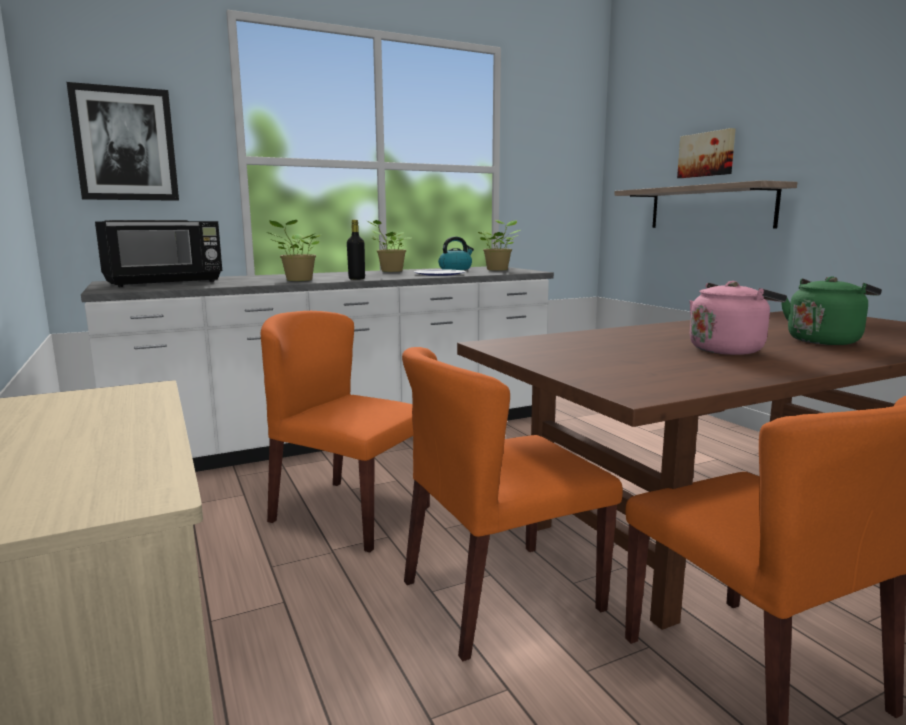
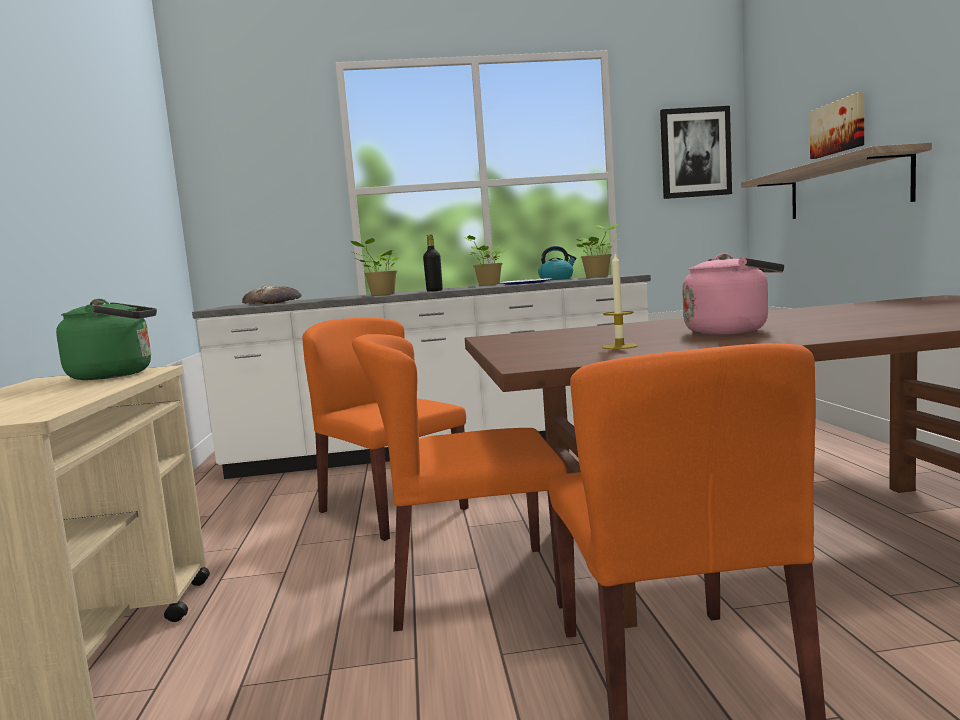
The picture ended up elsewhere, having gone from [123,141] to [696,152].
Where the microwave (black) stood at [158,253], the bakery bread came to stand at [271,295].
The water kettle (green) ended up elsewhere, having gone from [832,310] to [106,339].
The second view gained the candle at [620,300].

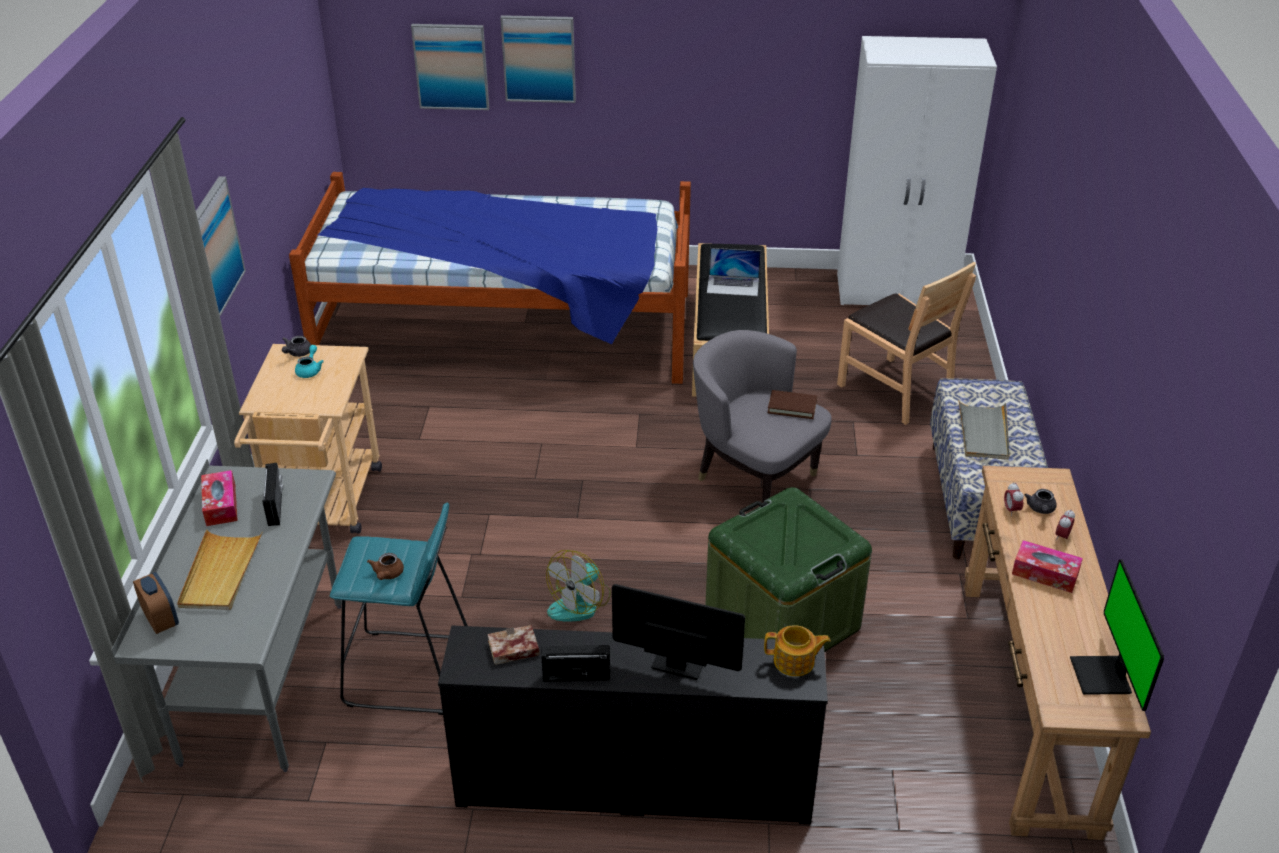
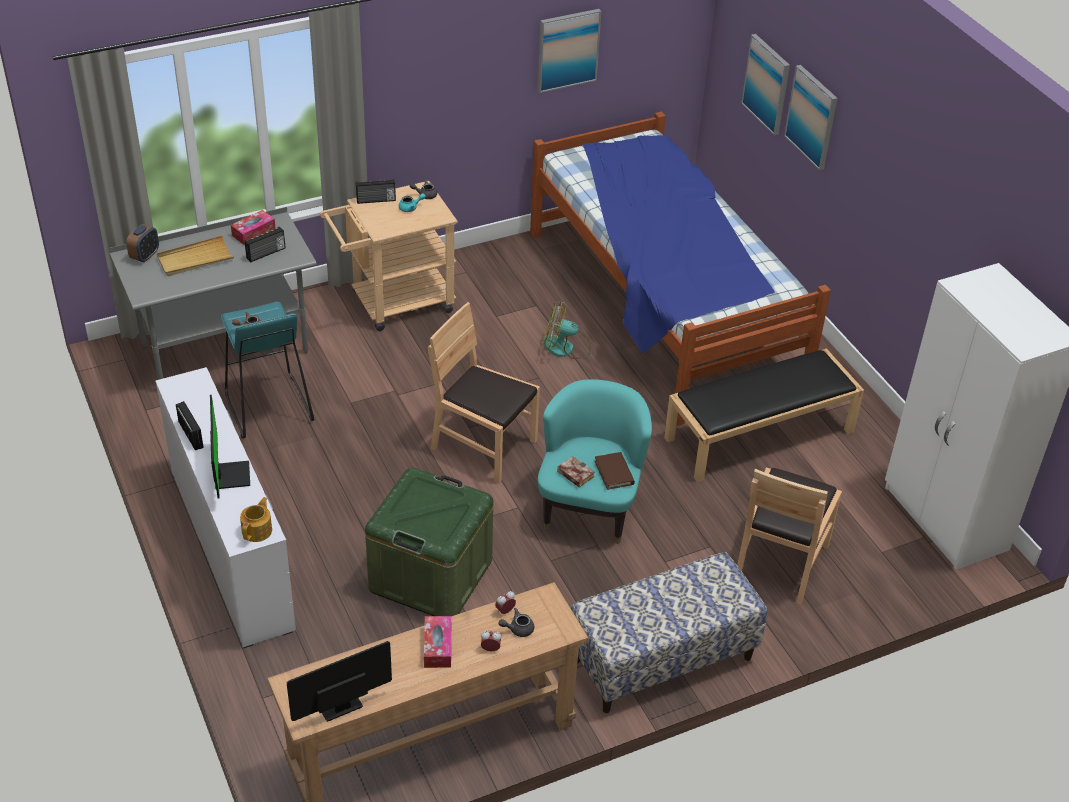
The picture ended up elsewhere, having gone from [221,246] to [569,51].
The second view lost the portable computer at [734,272].
What was the lounge chair (grey) at [762,416] turned into the lounge chair (turquoise) at [595,461].
The second view lost the serving tray (grey) at [984,429].
The cooling fan ended up elsewhere, having gone from [578,586] to [567,330].
What was the drawer chest (black) at [633,724] turned into the drawer chest (white-coloured) at [225,508].
The bound book ended up elsewhere, having gone from [513,645] to [576,471].
The pot for tea at [797,650] ended up facing another way, 135 degrees counterclockwise from before.
The second view gained the radio receiver at [376,191].
The second view gained the upright chair (brown-coloured) at [484,392].

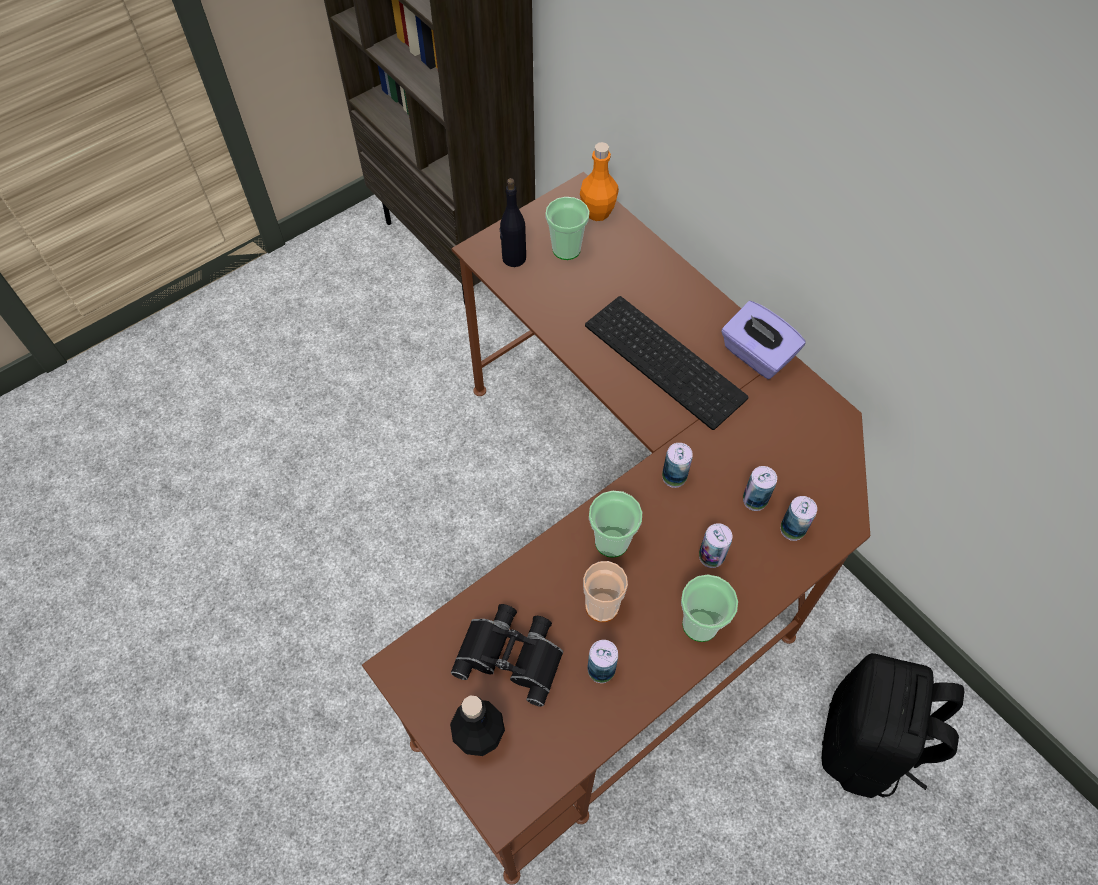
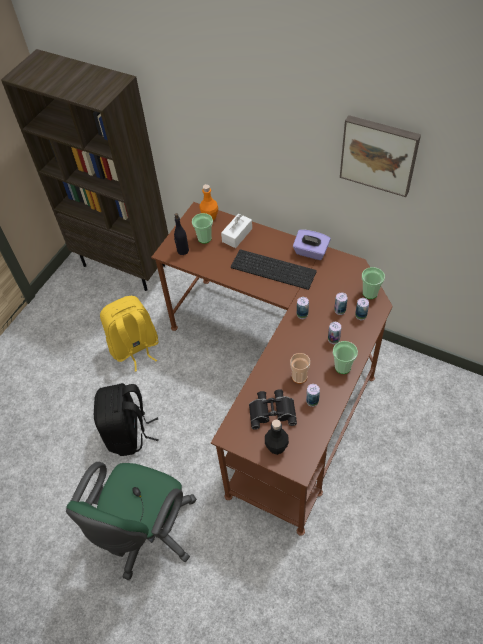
The cup ended up elsewhere, having gone from [615,524] to [373,283].
The backpack (black) ended up elsewhere, having gone from [893,725] to [126,419].
The second view gained the picture at [380,156].
The second view gained the tissue holder (white-coloured) at [236,231].
The second view gained the backpack (yellowish) at [129,334].
The second view gained the computer chair (green) at [131,521].

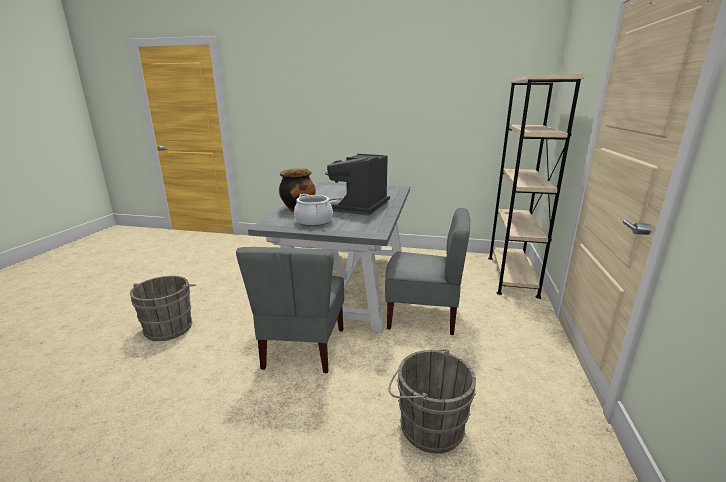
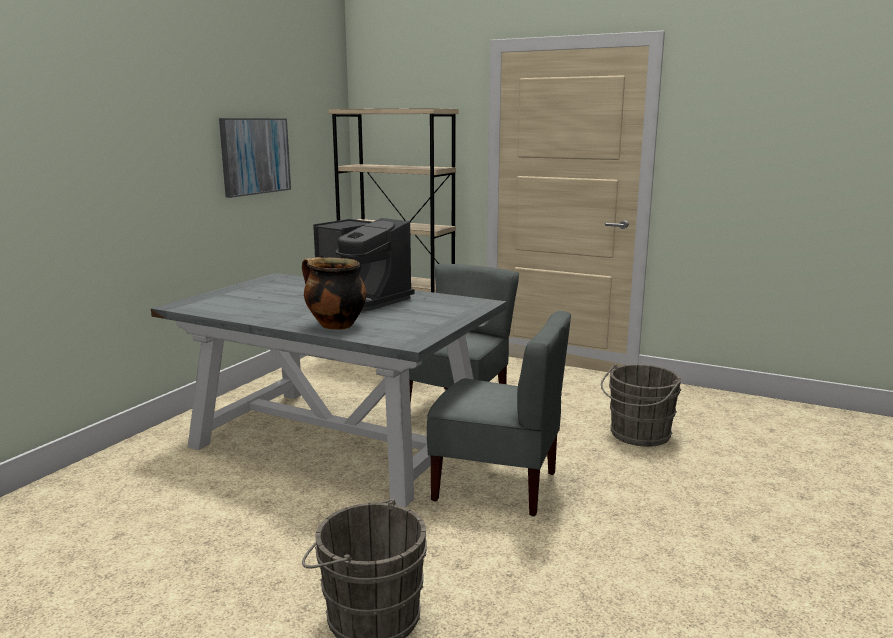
The second view lost the stockpot at [313,210].
The second view gained the picture at [255,158].

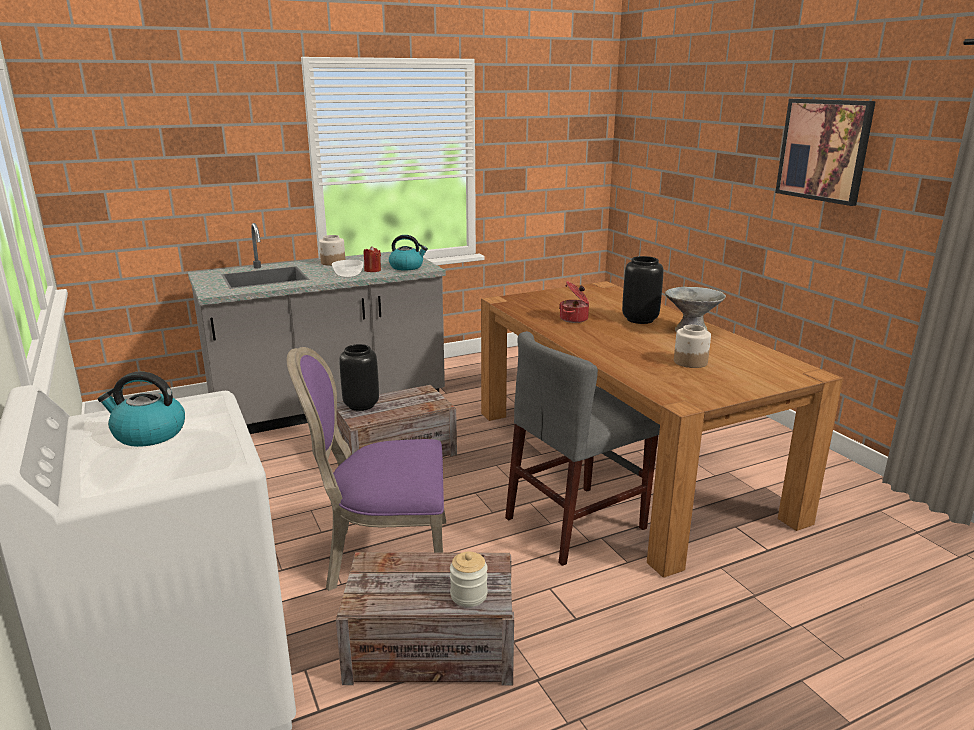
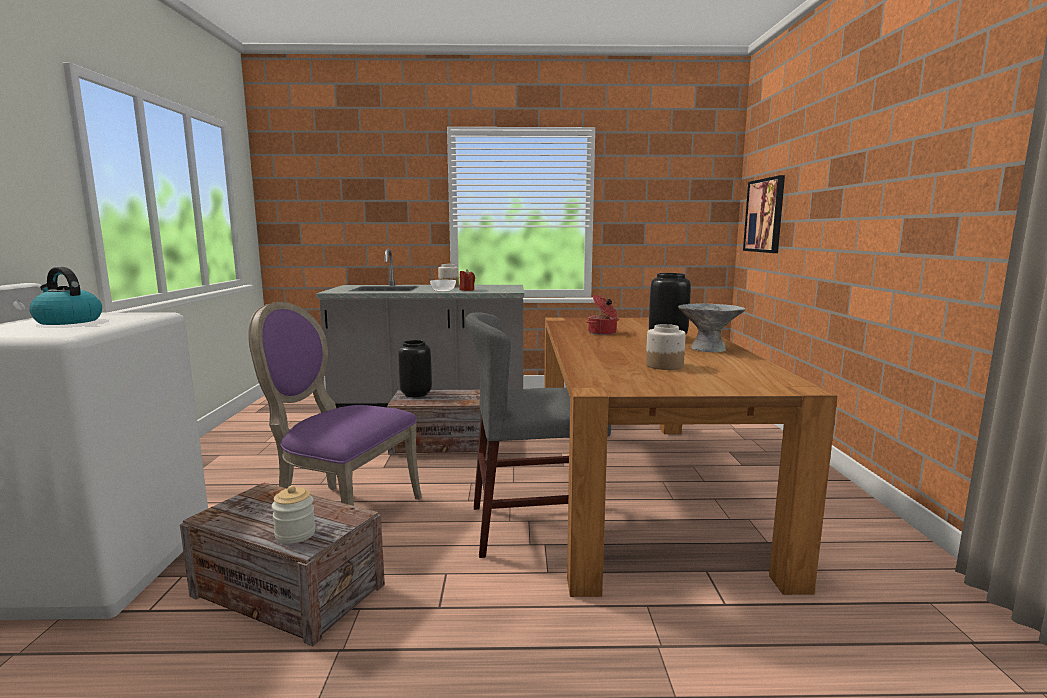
The picture ended up elsewhere, having gone from [825,152] to [764,214].
The second view lost the water kettle at [408,253].

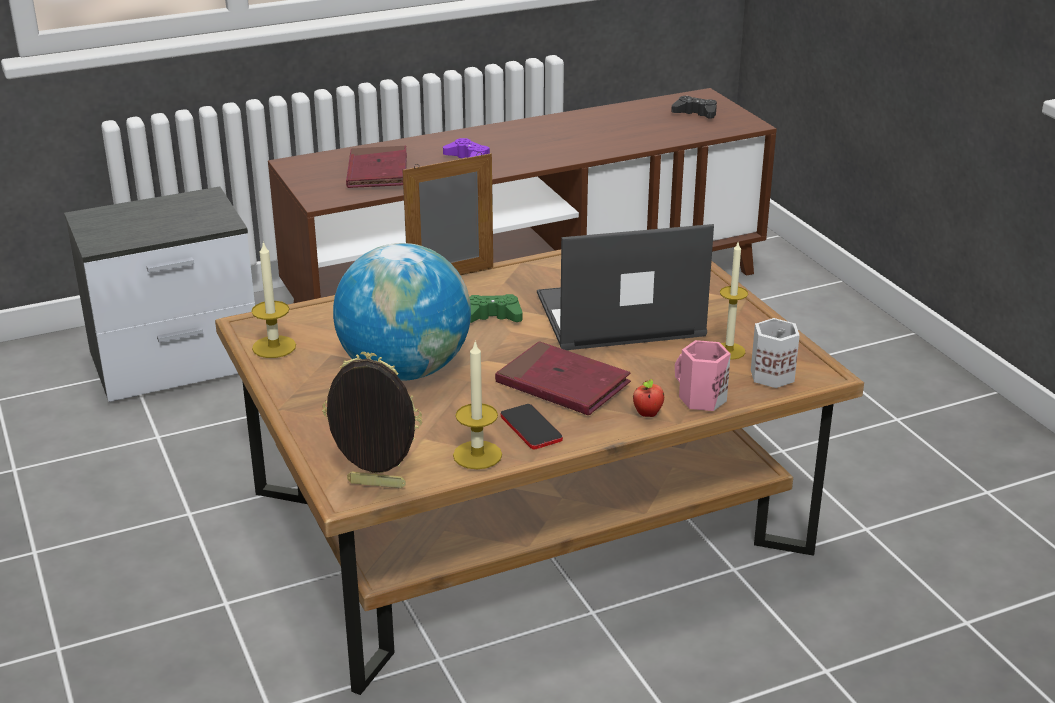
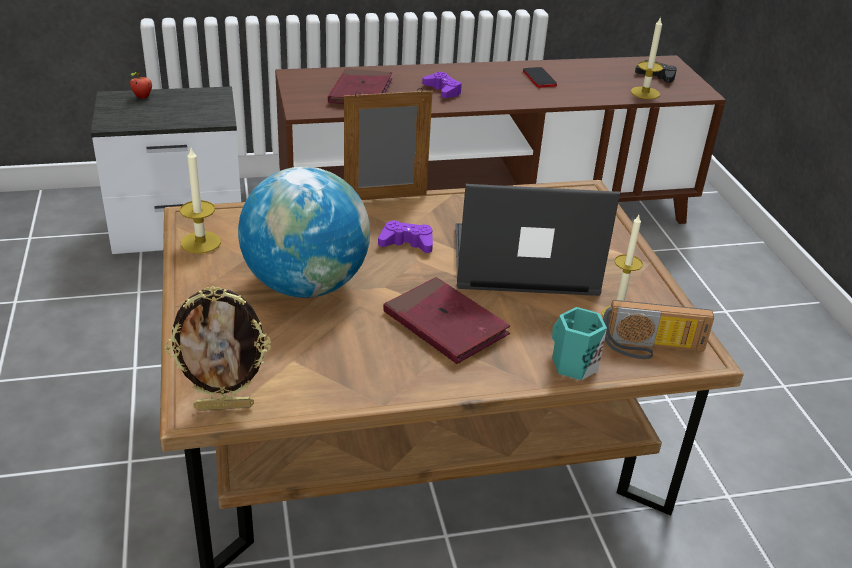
What was the gamepad (green) at [496,308] turned into the gamepad (purple) at [405,236].
Where the tea mug (white-coloured) stood at [775,353], the radio receiver came to stand at [658,329].
The candle ended up elsewhere, having gone from [477,404] to [647,58].
What was the tea mug (pinkish) at [703,375] turned into the tea mug (turquoise) at [579,343].
The standing frame at [372,420] ended up facing another way, 150 degrees clockwise from before.
The apple fruit ended up elsewhere, having gone from [648,398] to [141,85].
The handset ended up elsewhere, having gone from [532,427] to [540,77].

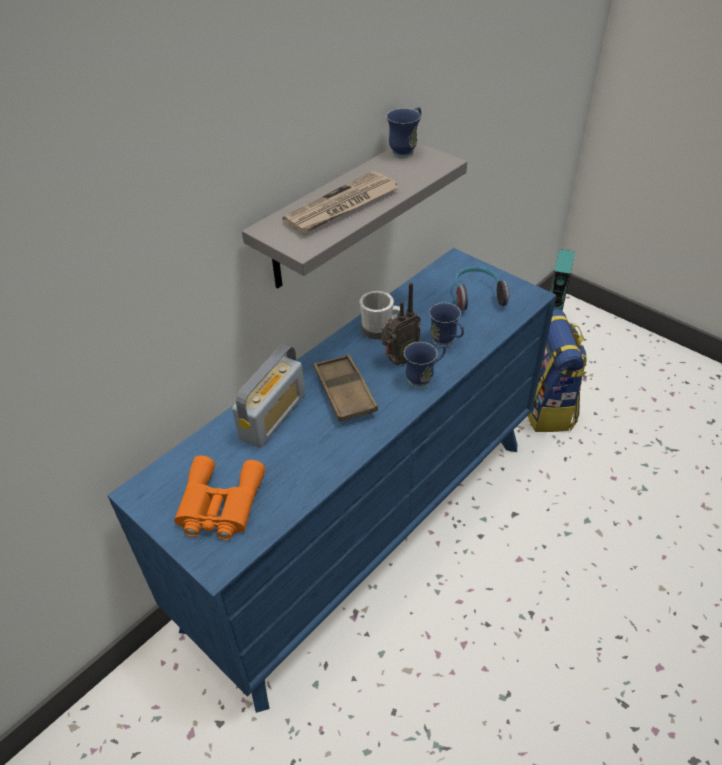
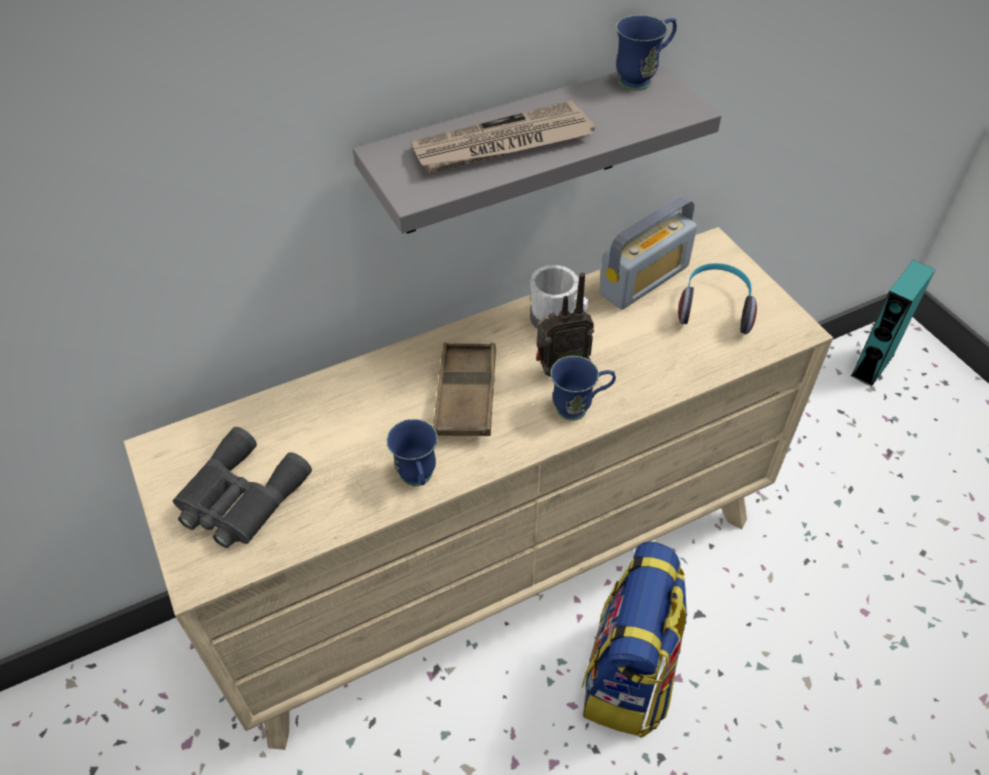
What was the drawer chest (blue) at [332,480] turned into the drawer chest (sand-coloured) at [478,488].
The tea mug (blue) ended up elsewhere, having gone from [446,325] to [412,452].
The backpack ended up elsewhere, having gone from [557,371] to [634,639].
The radio receiver ended up elsewhere, having gone from [268,396] to [648,252].
What was the field glasses (orange) at [219,498] turned into the field glasses (grey) at [242,487].

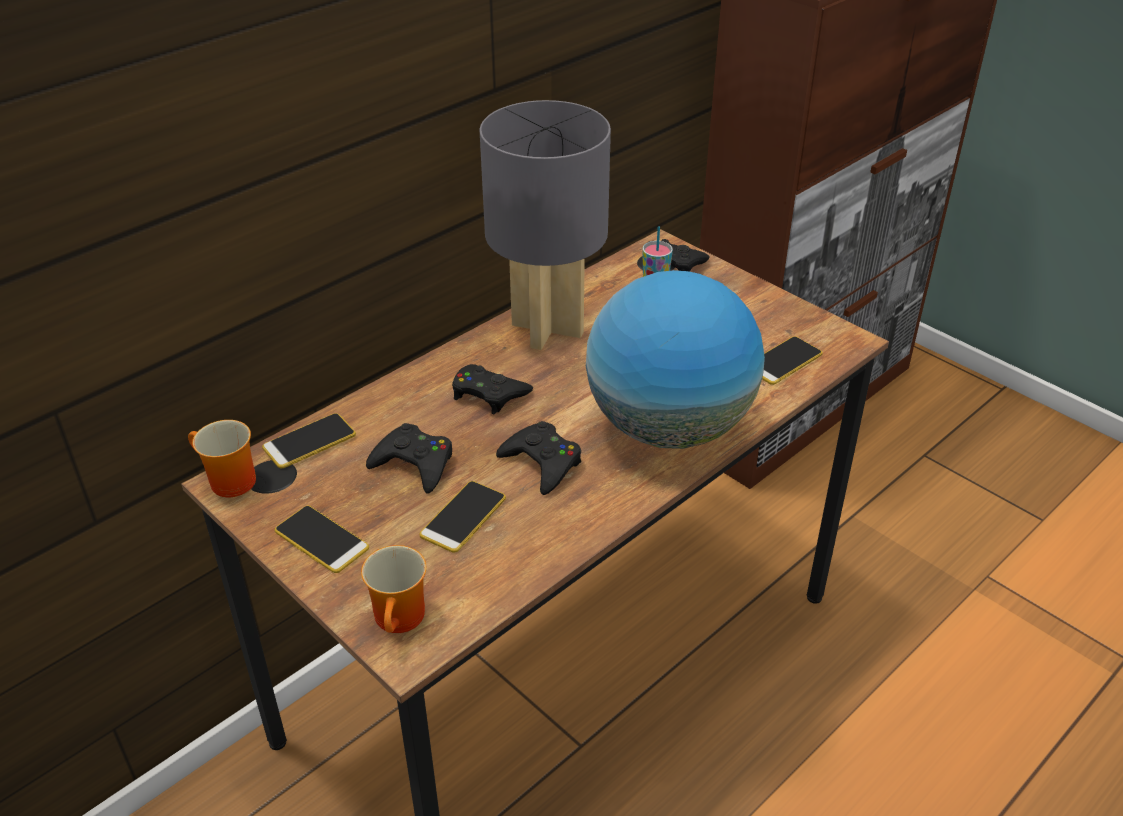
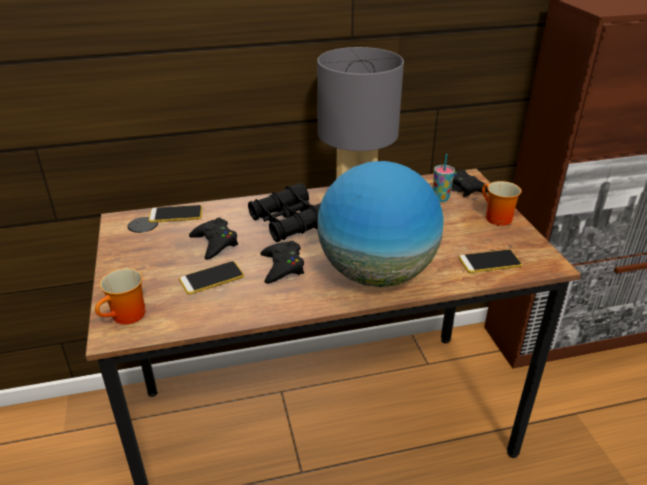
Where the gamepad (black) stood at [492,389], the field glasses (black) came to stand at [284,212].
The tea mug ended up elsewhere, having gone from [222,459] to [502,203].
The second view lost the handset at [322,539].

